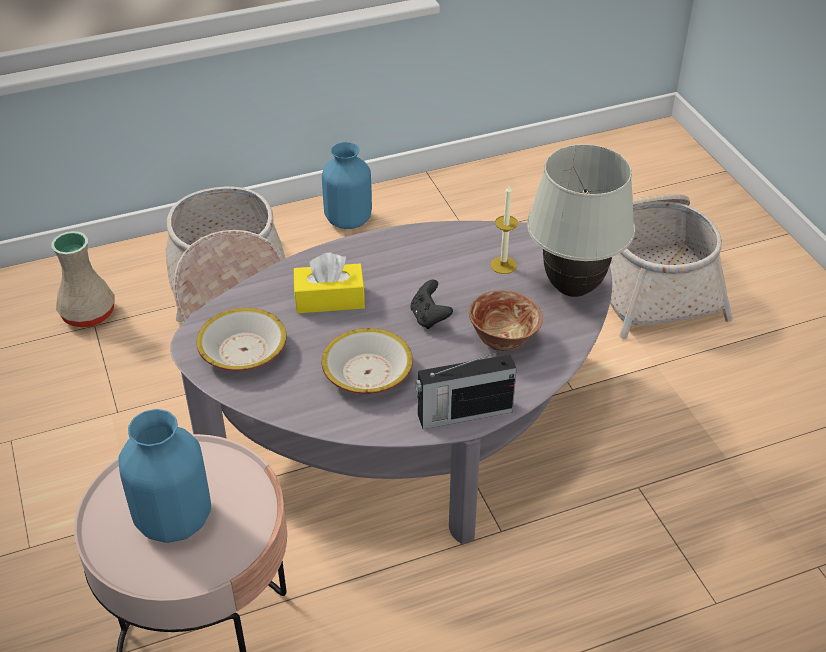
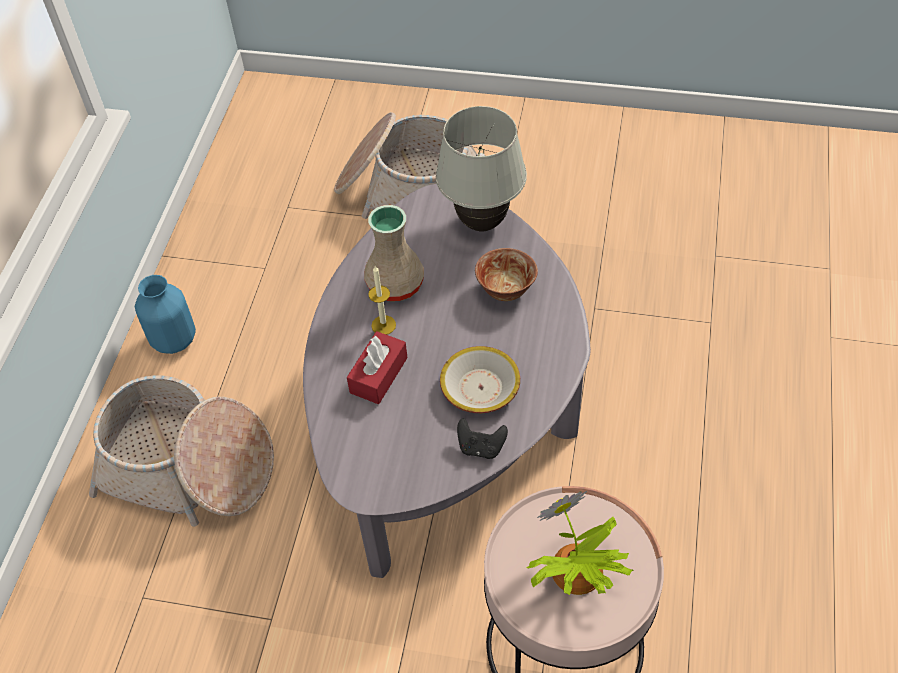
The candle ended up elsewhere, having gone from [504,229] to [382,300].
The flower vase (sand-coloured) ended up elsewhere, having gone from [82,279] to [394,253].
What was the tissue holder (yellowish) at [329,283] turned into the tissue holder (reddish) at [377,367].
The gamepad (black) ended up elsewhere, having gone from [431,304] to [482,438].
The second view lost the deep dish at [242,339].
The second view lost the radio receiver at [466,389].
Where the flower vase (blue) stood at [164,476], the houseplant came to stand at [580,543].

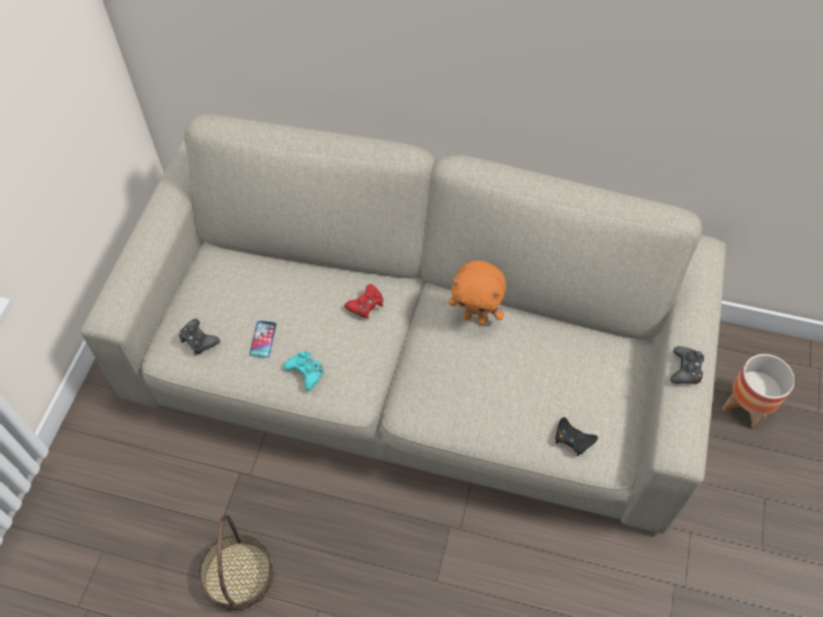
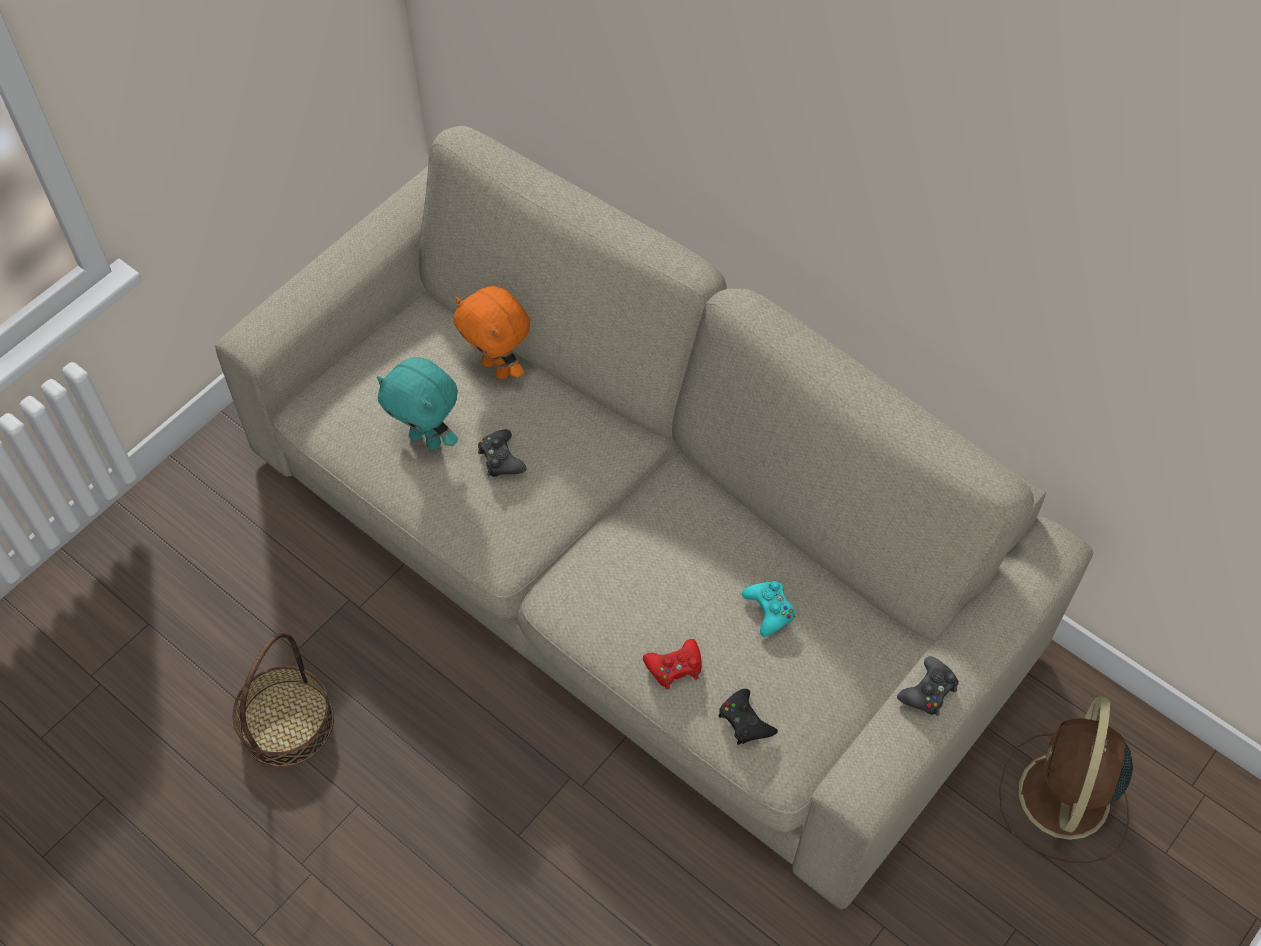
The plush toy (orange) ended up elsewhere, having gone from [477,293] to [492,332].
The gamepad (reddish) ended up elsewhere, having gone from [363,301] to [672,664].
The gamepad (black) ended up elsewhere, having gone from [199,337] to [502,453].
Where the handset stood at [263,339], the plush toy (turquoise) came to stand at [417,403].
The gamepad (turquoise) ended up elsewhere, having gone from [304,371] to [768,609].
Where the plant pot stood at [758,391], the cooling fan (brown-coloured) came to stand at [1066,779].

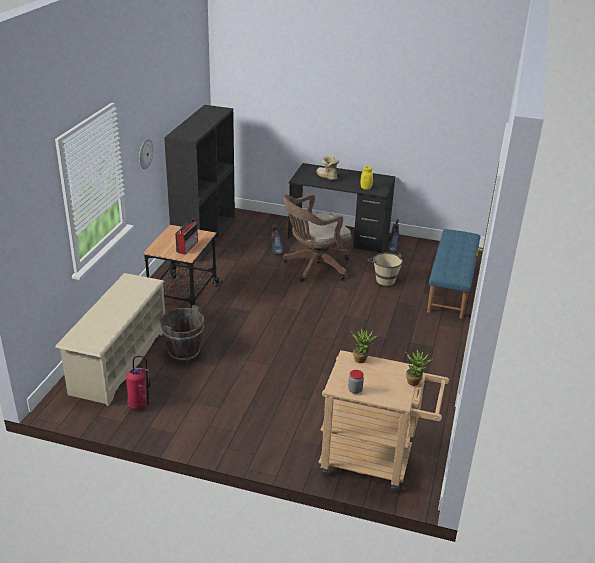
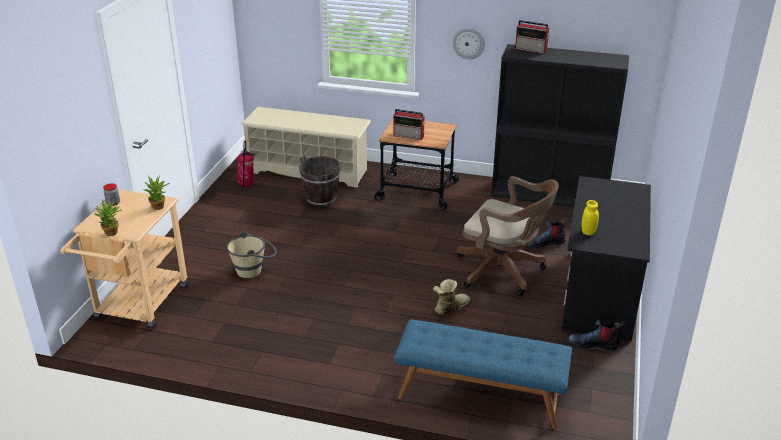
The high-top boot ended up elsewhere, having gone from [327,167] to [451,297].
The computer chair (brown-coloured) at [317,238] ended up facing another way, 150 degrees clockwise from before.
The water bucket (sand-coloured) ended up elsewhere, having gone from [385,269] to [251,254].
The second view gained the radio receiver at [532,37].

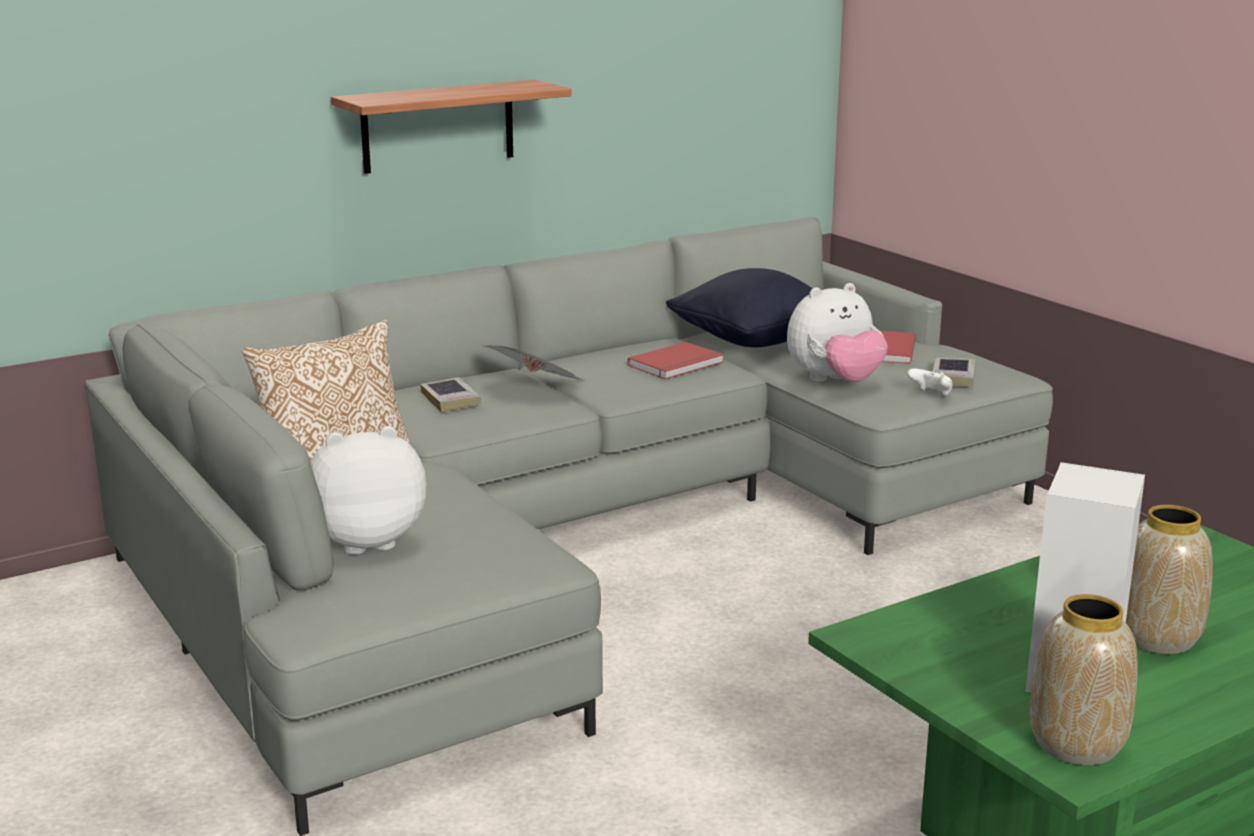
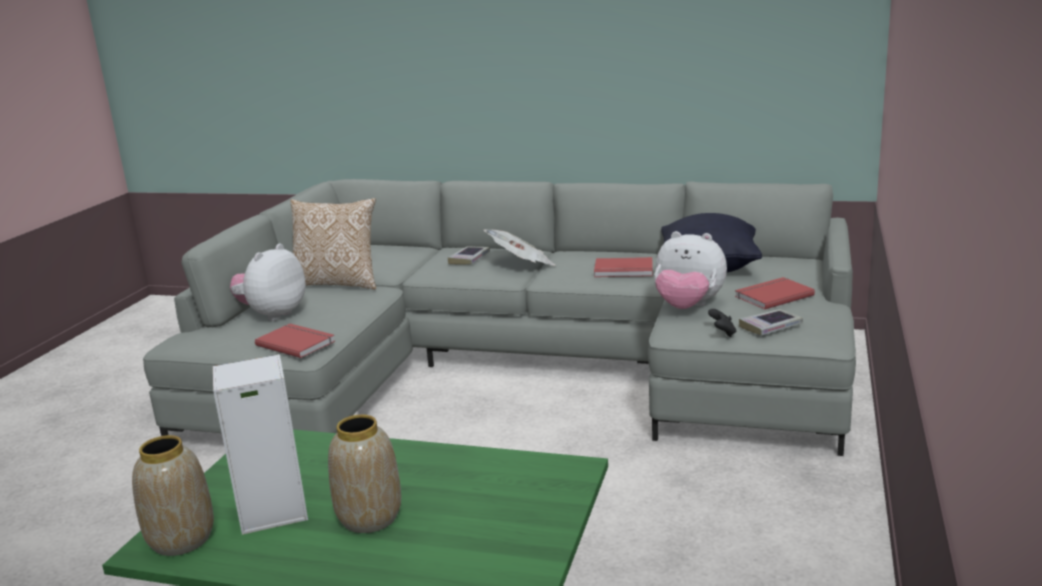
The second view lost the wall shelf at [451,127].
What was the gamepad (white-coloured) at [930,382] turned into the gamepad (black) at [722,323].
The plush toy at [368,490] ended up facing another way, 90 degrees counterclockwise from before.
The second view gained the bound book (reddish) at [295,341].

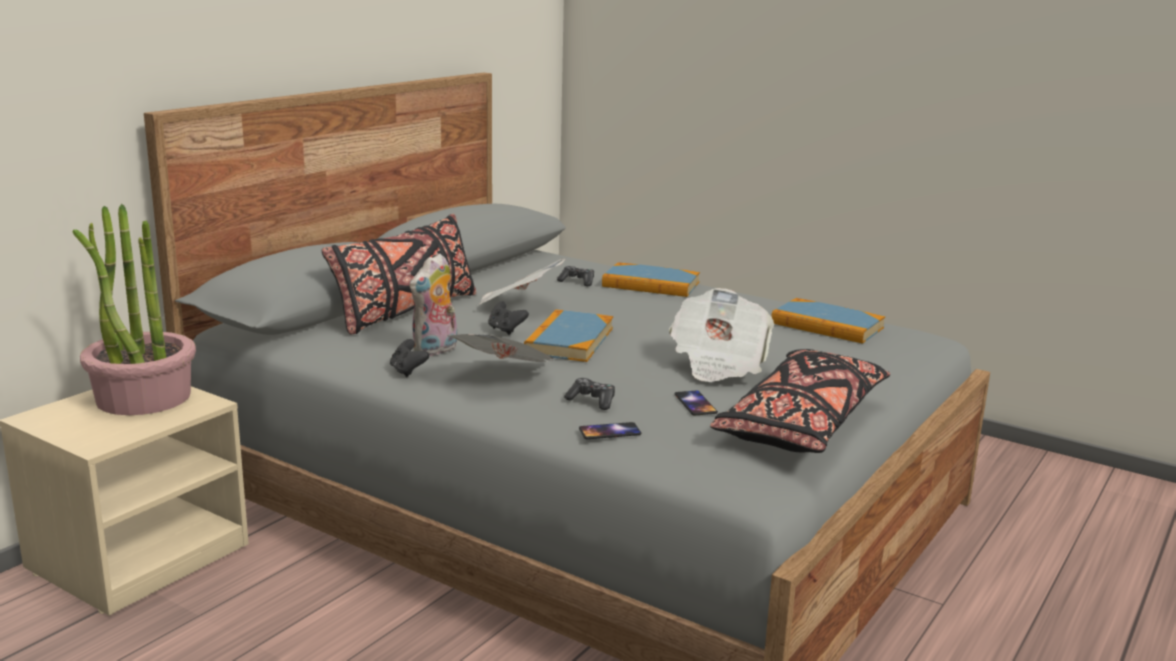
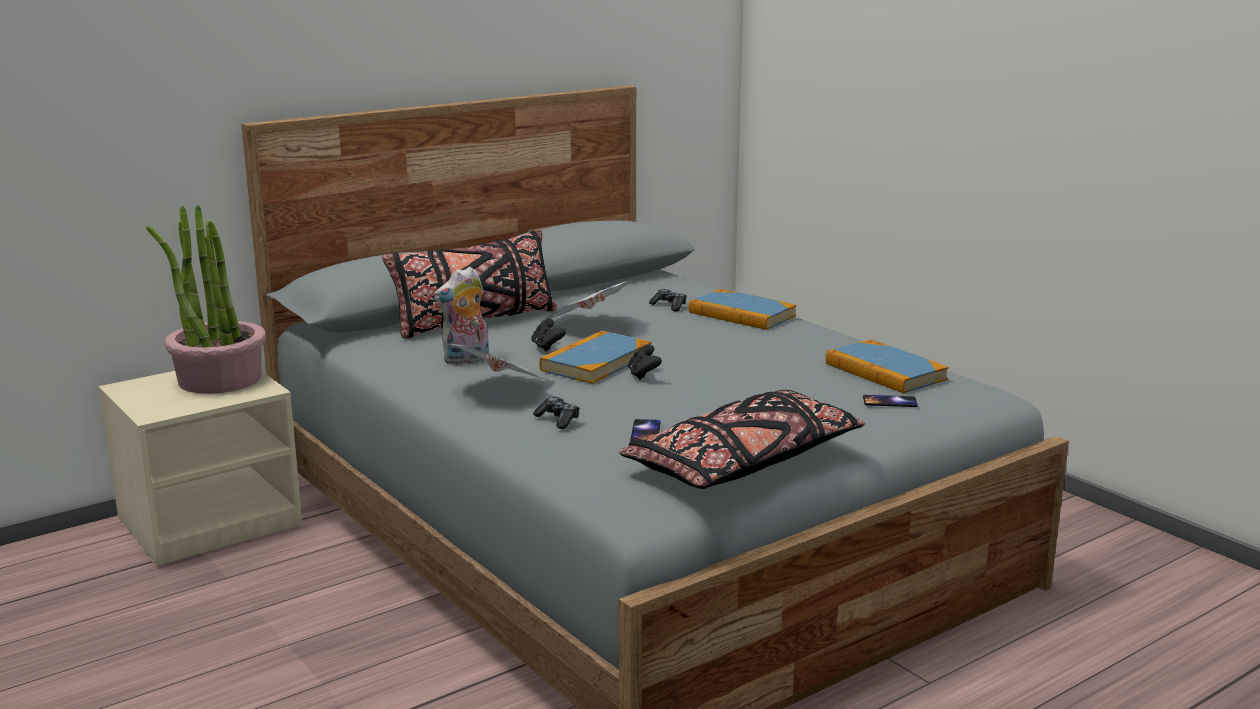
The second view lost the daily paper at [722,335].
The gamepad (black) ended up elsewhere, having gone from [409,358] to [645,362].
The handset ended up elsewhere, having gone from [610,430] to [890,401].

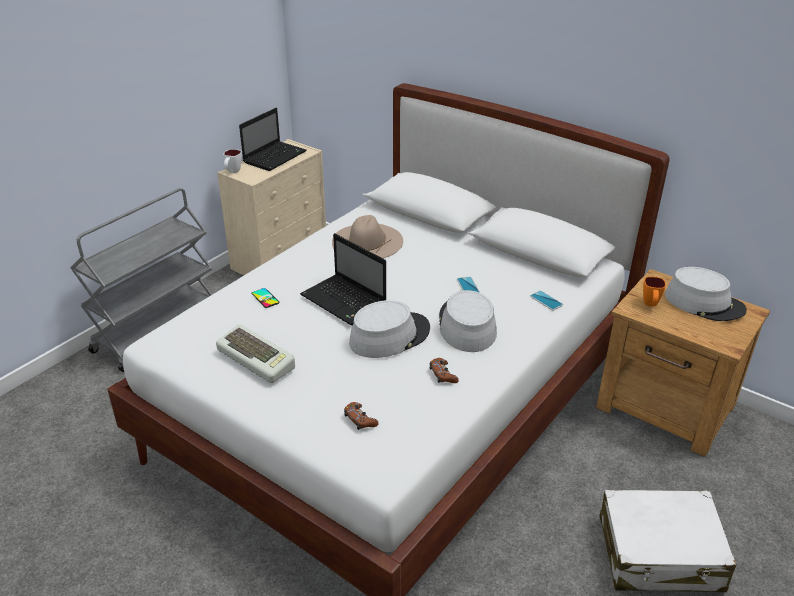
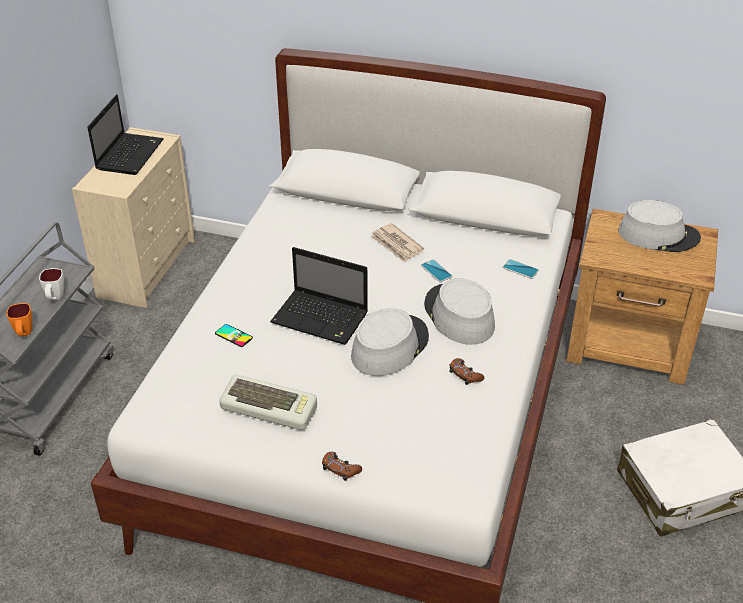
The tea mug (white-coloured) ended up elsewhere, having gone from [232,161] to [51,284].
The second view lost the clothing hat (sand-coloured) at [367,236].
The tea mug (orange) ended up elsewhere, having gone from [654,291] to [19,319].
The gamepad (brown-coloured) ended up elsewhere, having gone from [361,416] to [342,466].
The second view gained the daily paper at [397,243].

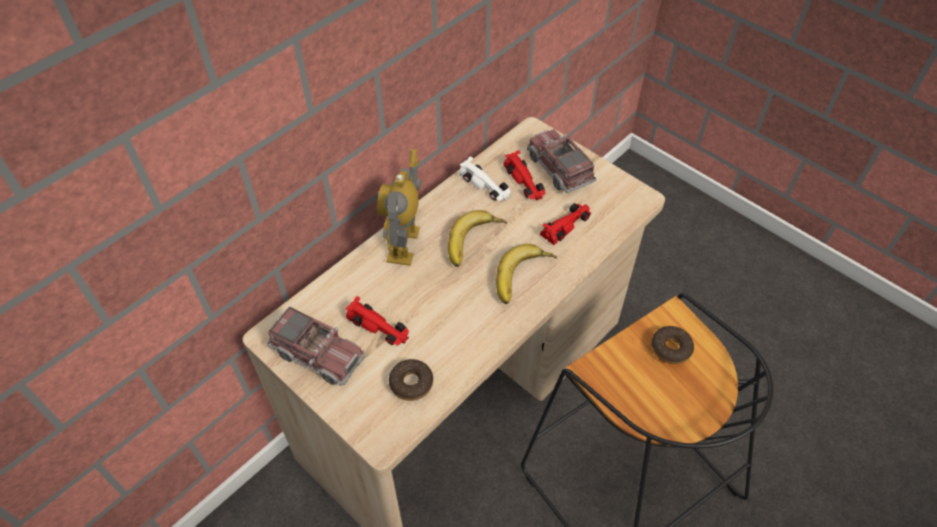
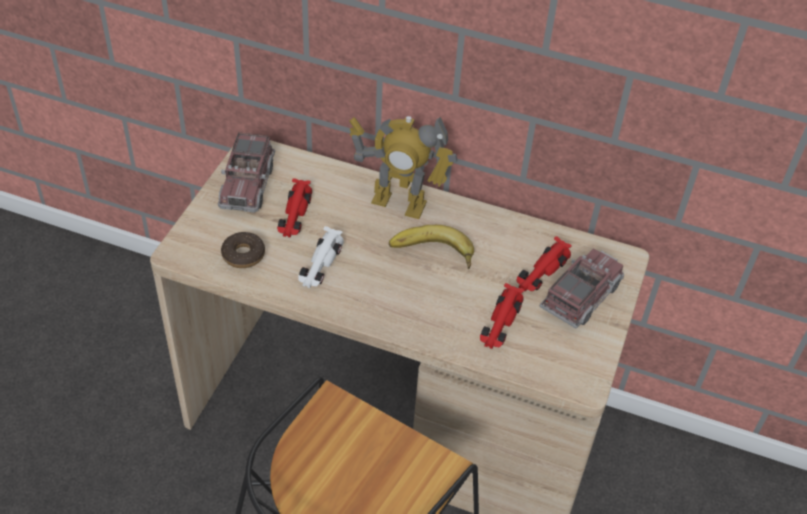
The toy robot at [399,207] ended up facing another way, 150 degrees counterclockwise from before.
The model car (white-coloured) ended up elsewhere, having gone from [485,178] to [321,257].
The model car (reddish) at [565,224] ended up facing another way, 90 degrees clockwise from before.
The second view lost the banana fruit at [526,274].
The second view lost the ring doughnut at [673,345].

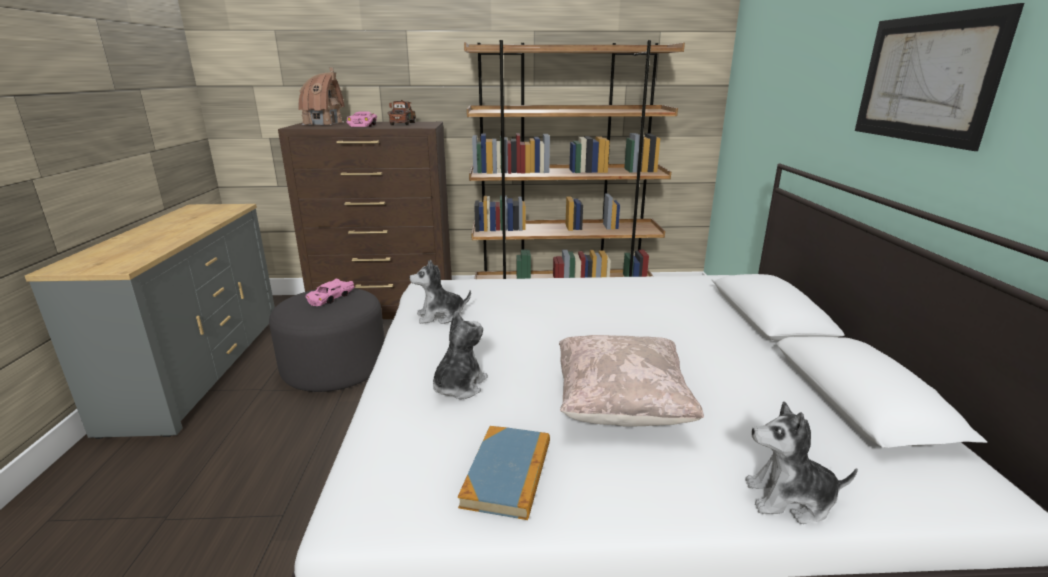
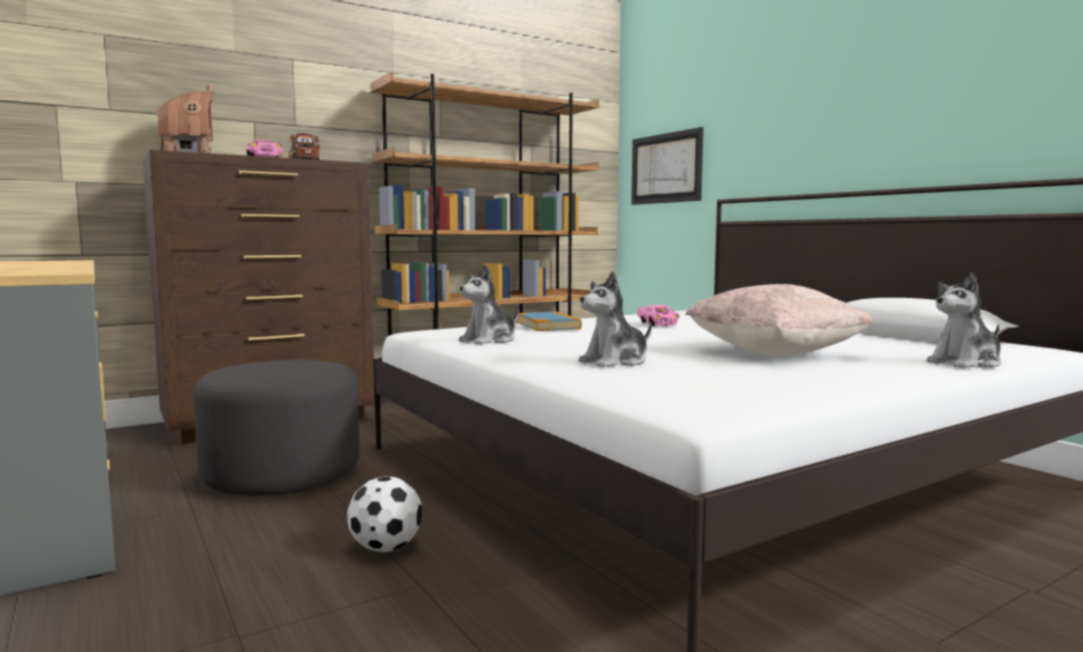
The picture ended up elsewhere, having gone from [939,77] to [667,166].
The model car (pinkish) ended up elsewhere, having gone from [330,292] to [658,315].
The plush toy at [460,355] ended up facing another way, 120 degrees counterclockwise from before.
The bound book ended up elsewhere, having gone from [504,473] to [549,321].
The second view gained the football ball at [384,514].

